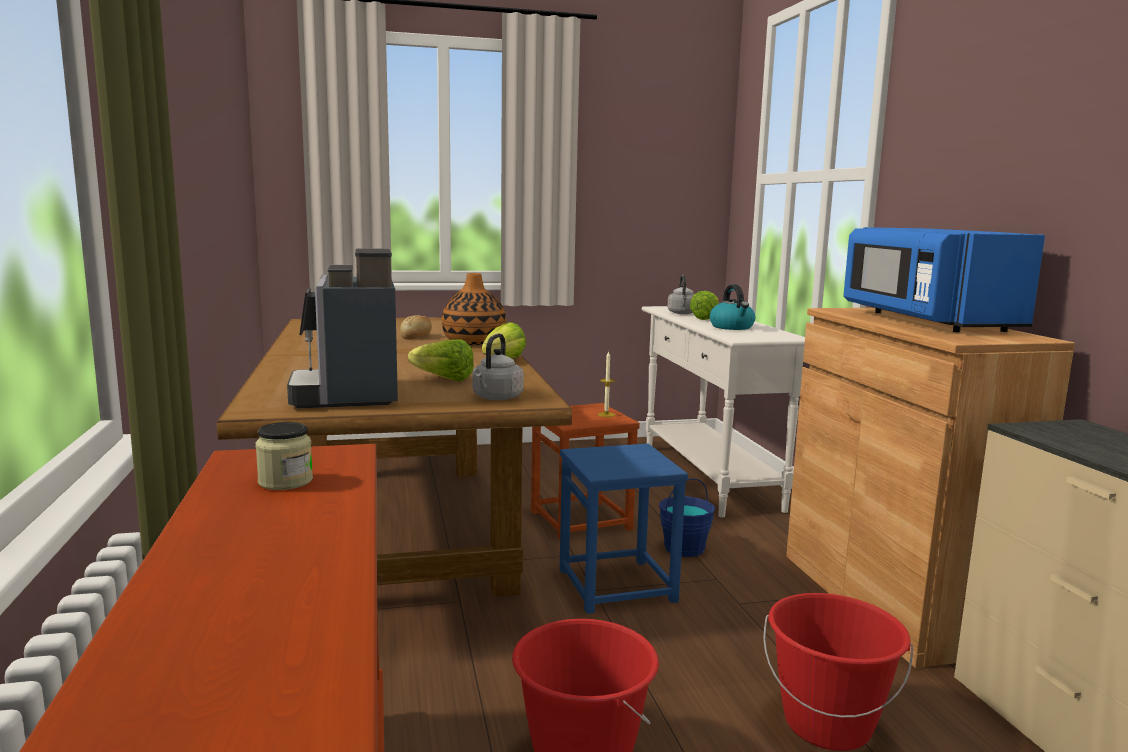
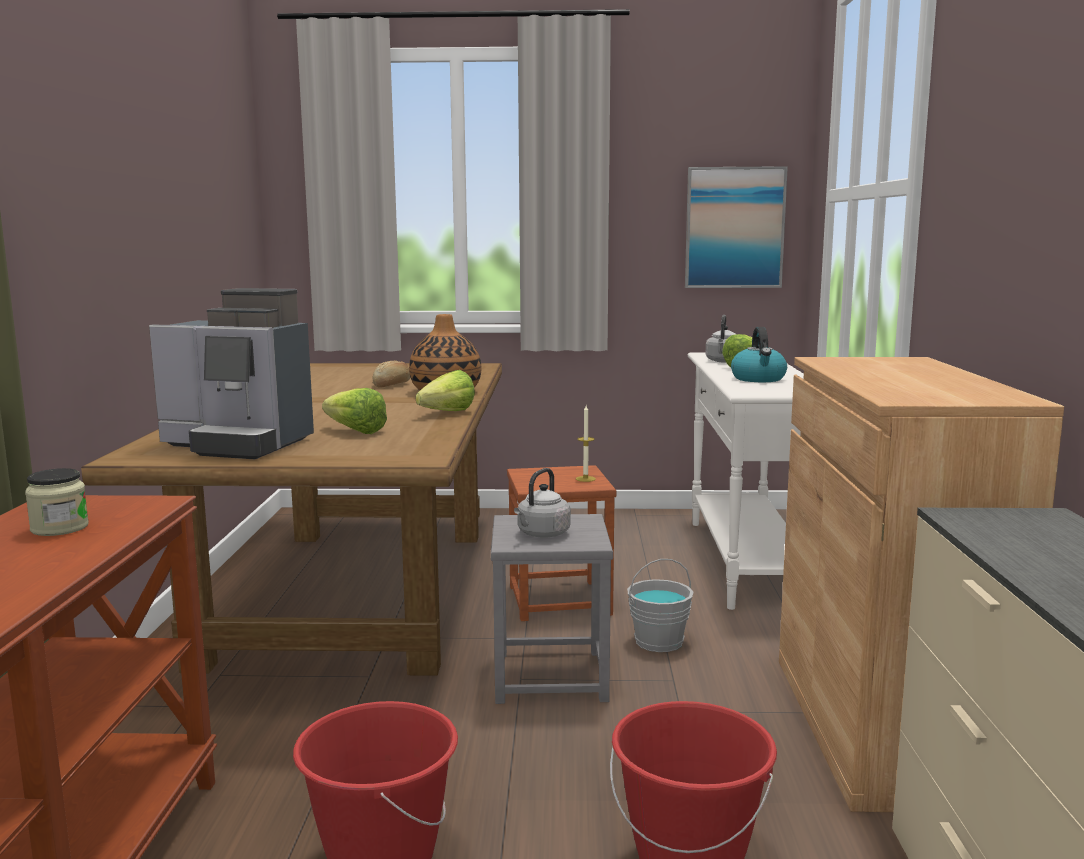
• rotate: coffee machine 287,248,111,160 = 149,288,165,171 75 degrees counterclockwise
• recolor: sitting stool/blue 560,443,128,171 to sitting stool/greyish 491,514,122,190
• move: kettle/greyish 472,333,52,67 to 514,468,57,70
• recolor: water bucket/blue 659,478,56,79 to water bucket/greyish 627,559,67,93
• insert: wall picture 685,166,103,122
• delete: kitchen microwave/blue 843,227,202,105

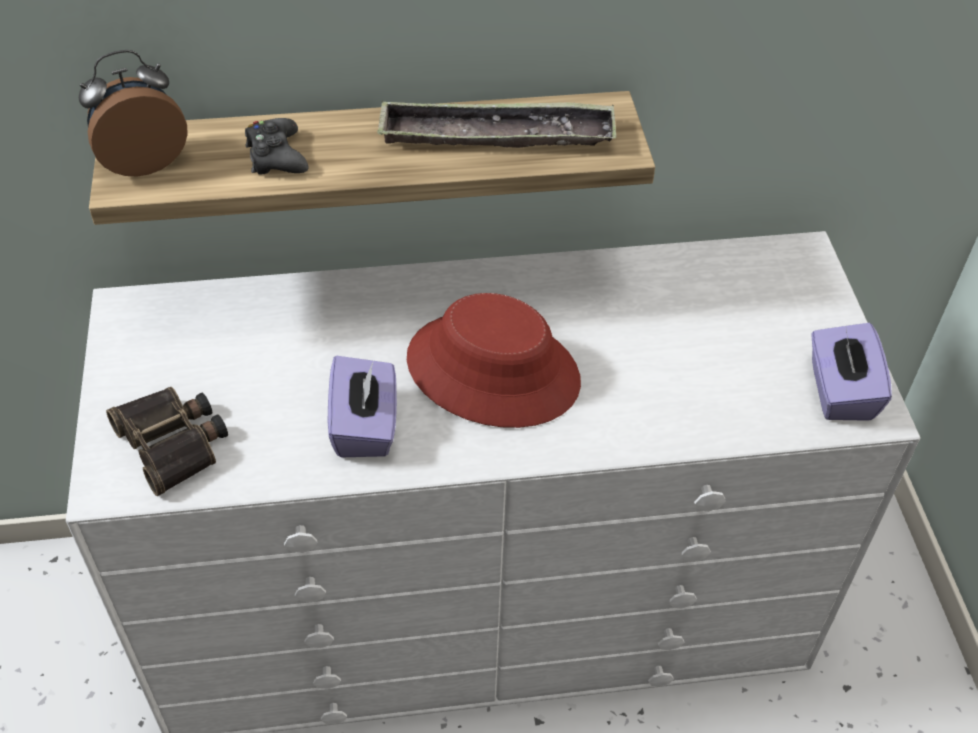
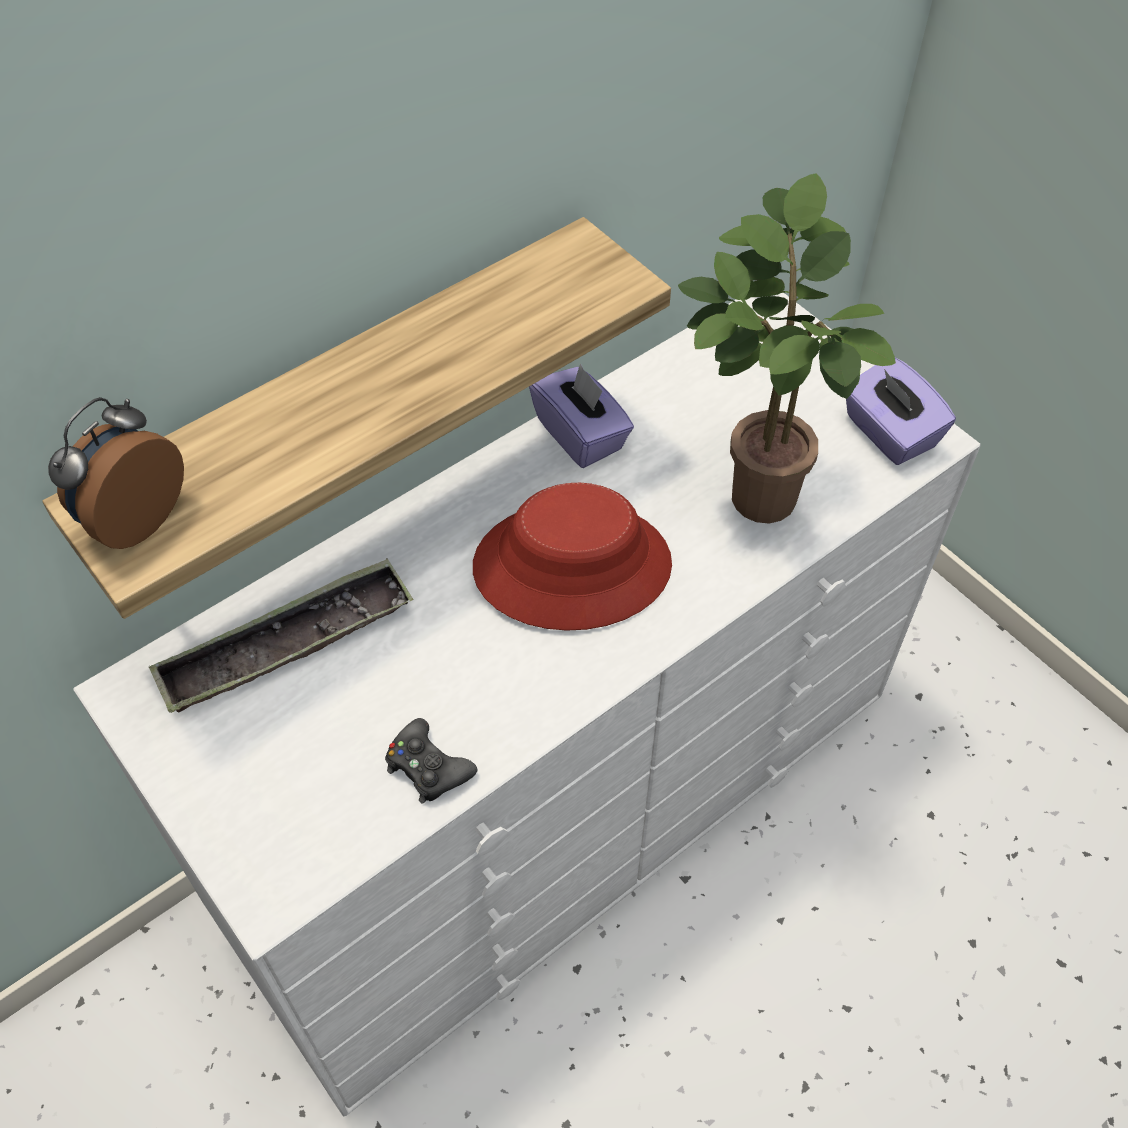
• move: serving tray 377,101,240,47 to 149,558,264,155
• move: joypad/black 245,118,63,57 to 385,718,93,86
• move: tissue holder/purple 328,356,69,101 to 529,363,105,105
• insert: plant in a pot 678,173,218,350
• delete: binoculars 106,387,122,109

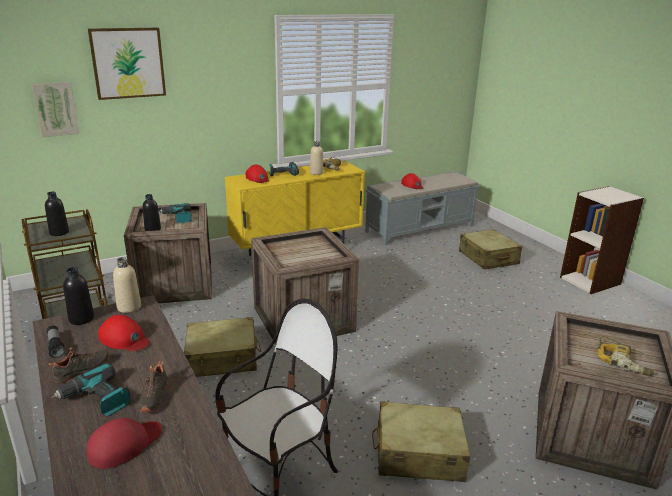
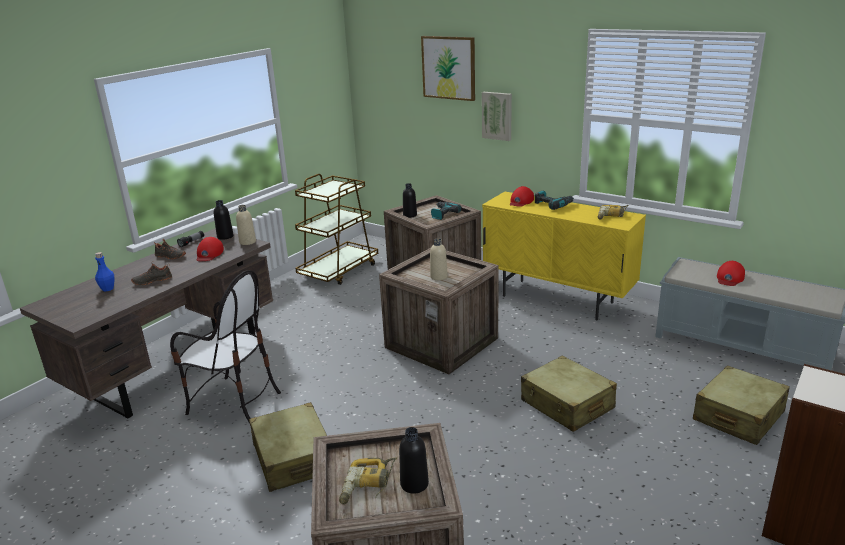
• replace: baseball cap/red-coloured 87,418,75,51 to beverage bottle/blue 95,252,20,39
• move: beverage bottle/black 45,192,24,44 to 399,427,30,67
• move: beverage bottle/sand-coloured 310,141,13,34 to 430,238,18,42
• move: wall picture 32,82,47,55 to 482,92,30,49
• move: piece of luggage/sand-coloured 184,317,77,60 to 521,356,96,76
• delete: drill 51,363,79,53

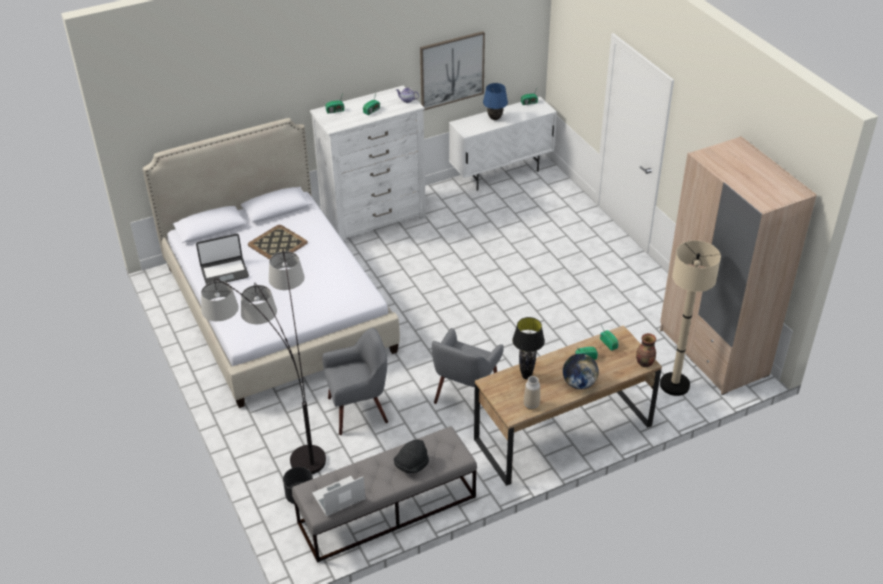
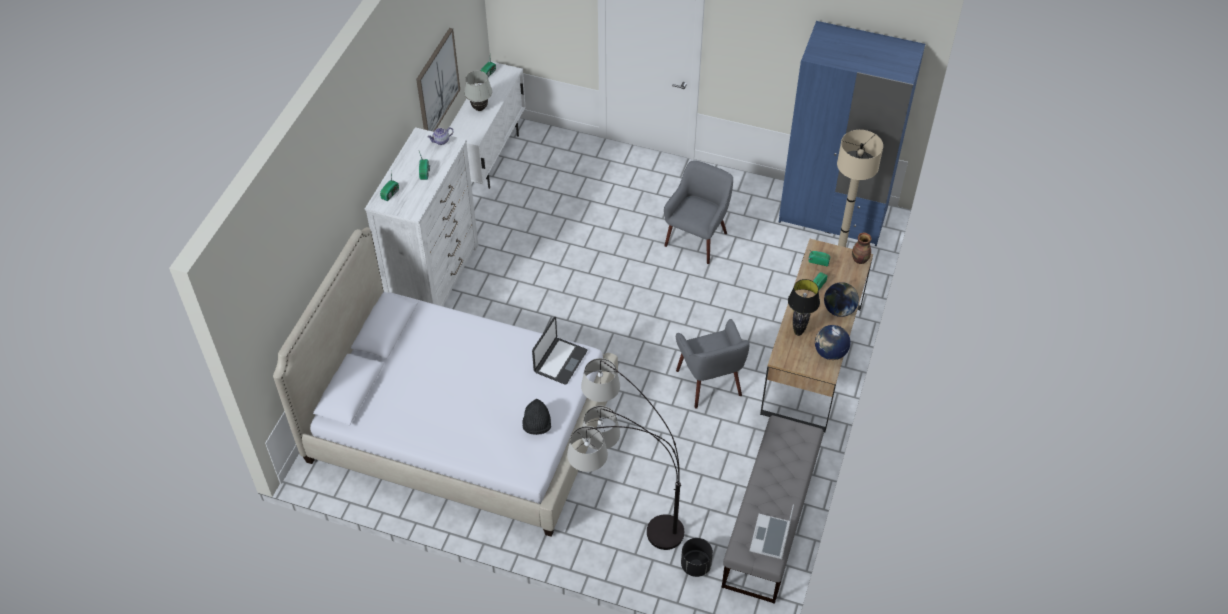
• recolor: tabletop lamp/blue 483,83,25,37 to tabletop lamp/white-coloured 464,71,28,40
• move: hat/black 394,439,35,34 to 523,399,28,36
• move: laptop 196,234,53,51 to 532,317,55,68
• move: armchair/greyish 322,328,66,107 to 664,160,69,104
• recolor: wardrobe/sand-coloured 660,136,157,259 to wardrobe/blue 779,21,146,225
• replace: flower vase 524,376,16,34 to globe 815,325,35,35
• delete: serving tray 248,225,60,35

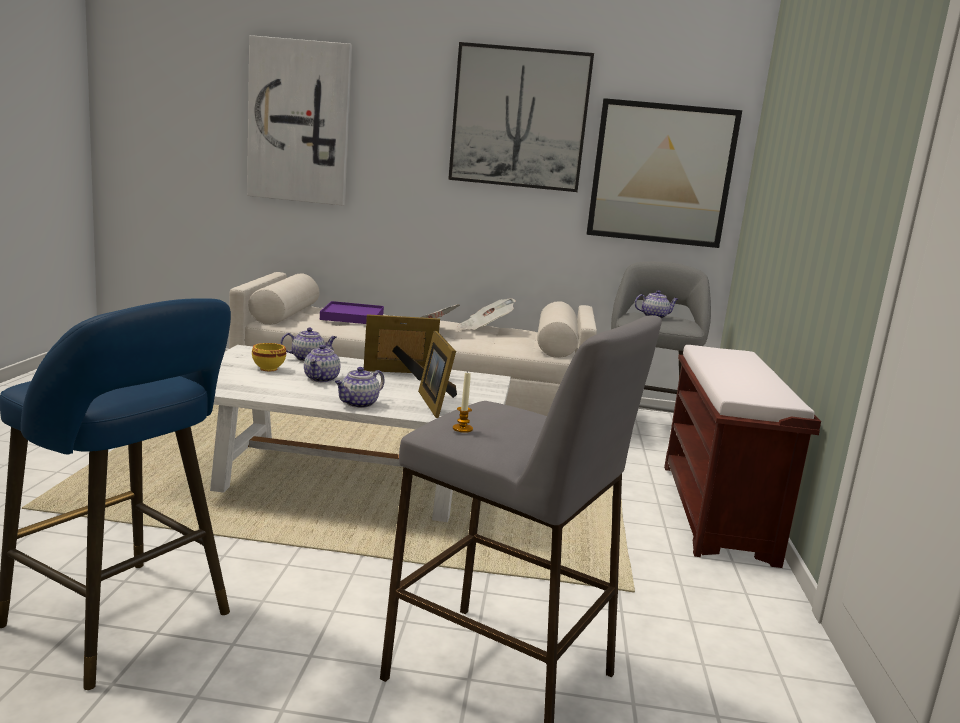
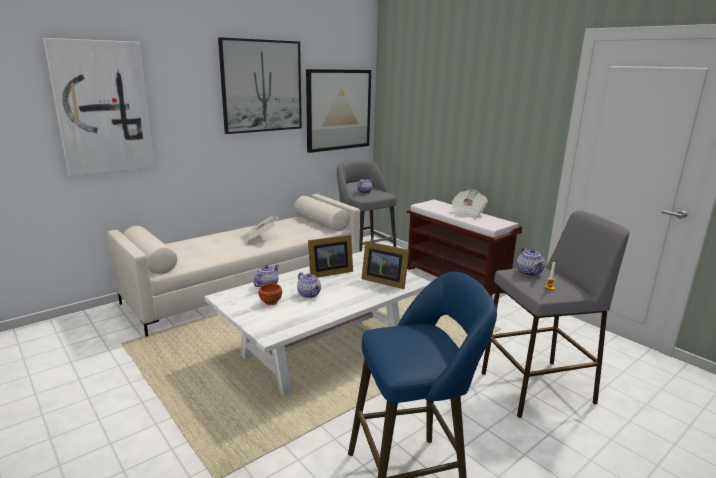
• recolor: bowl/yellow 252,343,34,28 to bowl/brown-coloured 259,283,23,22
• rotate: picture frame 364,314,76,67 = 308,235,45,42 150 degrees counterclockwise
• move: newspaper 457,298,59,32 to 451,189,37,29
• move: tea pot 335,367,50,41 to 517,247,28,29
• delete: serving tray/purple 320,301,64,23

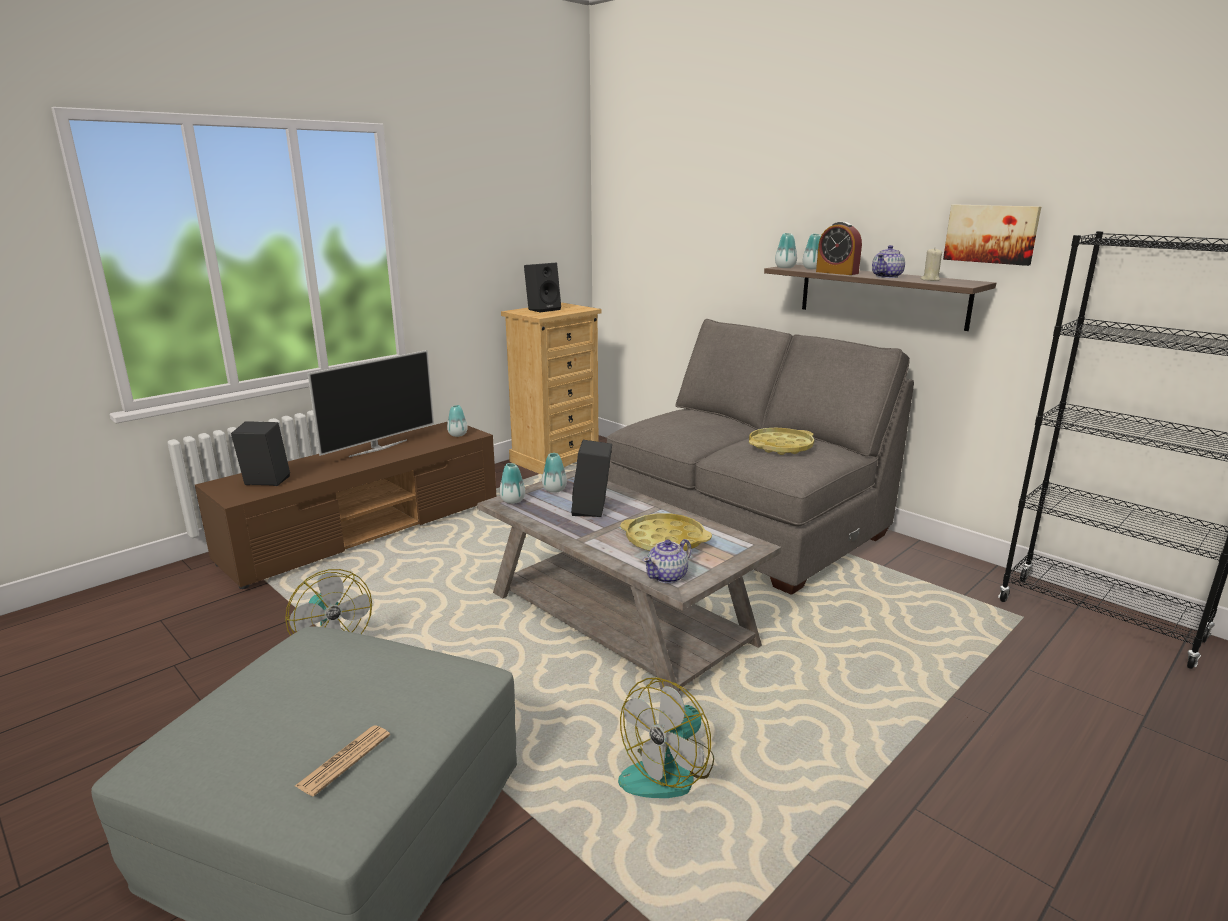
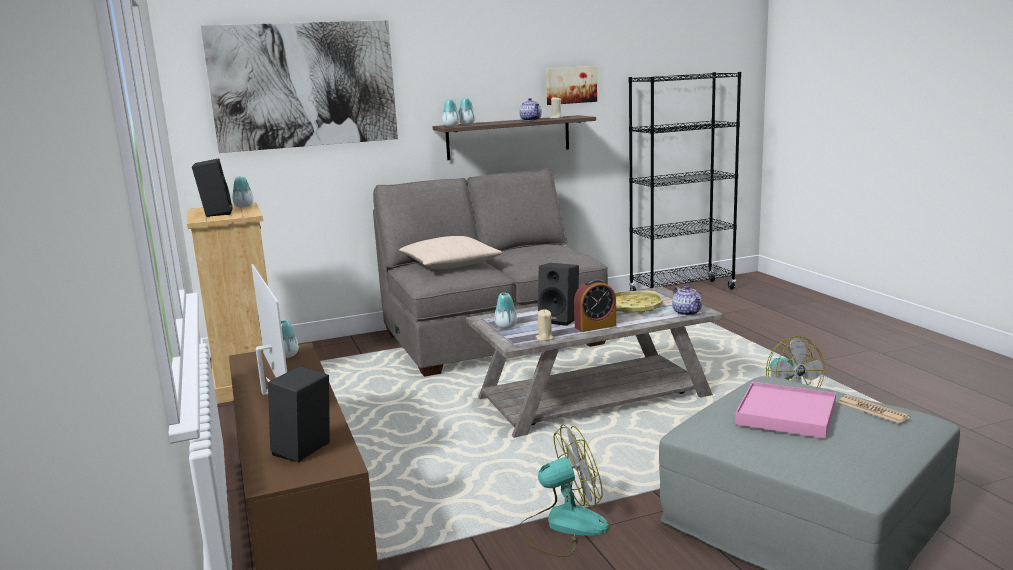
• insert: wall picture 201,20,197,133
• move: flower vase 500,463,25,41 to 232,176,21,31
• insert: cushion/sand-coloured 399,236,104,33
• insert: candle/sand-coloured 536,309,18,32
• move: bedside clock 816,222,46,53 to 574,279,42,53
• insert: serving tray/pink 735,382,101,57
• delete: serving tray/yellow 749,428,65,27

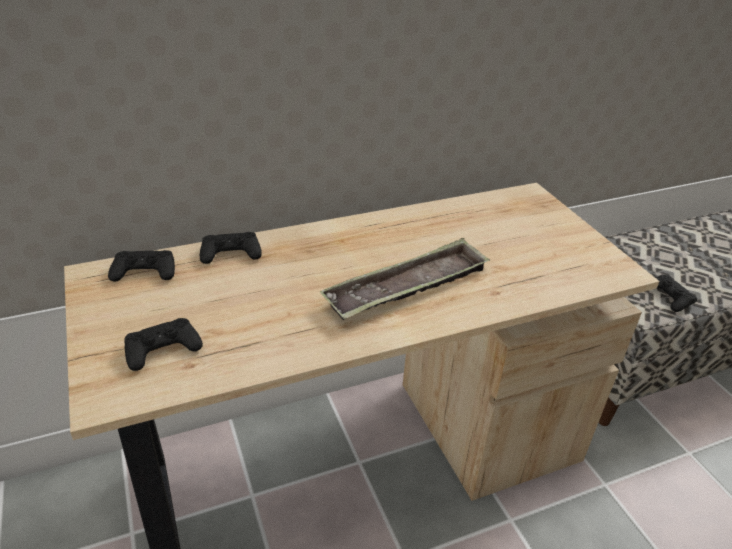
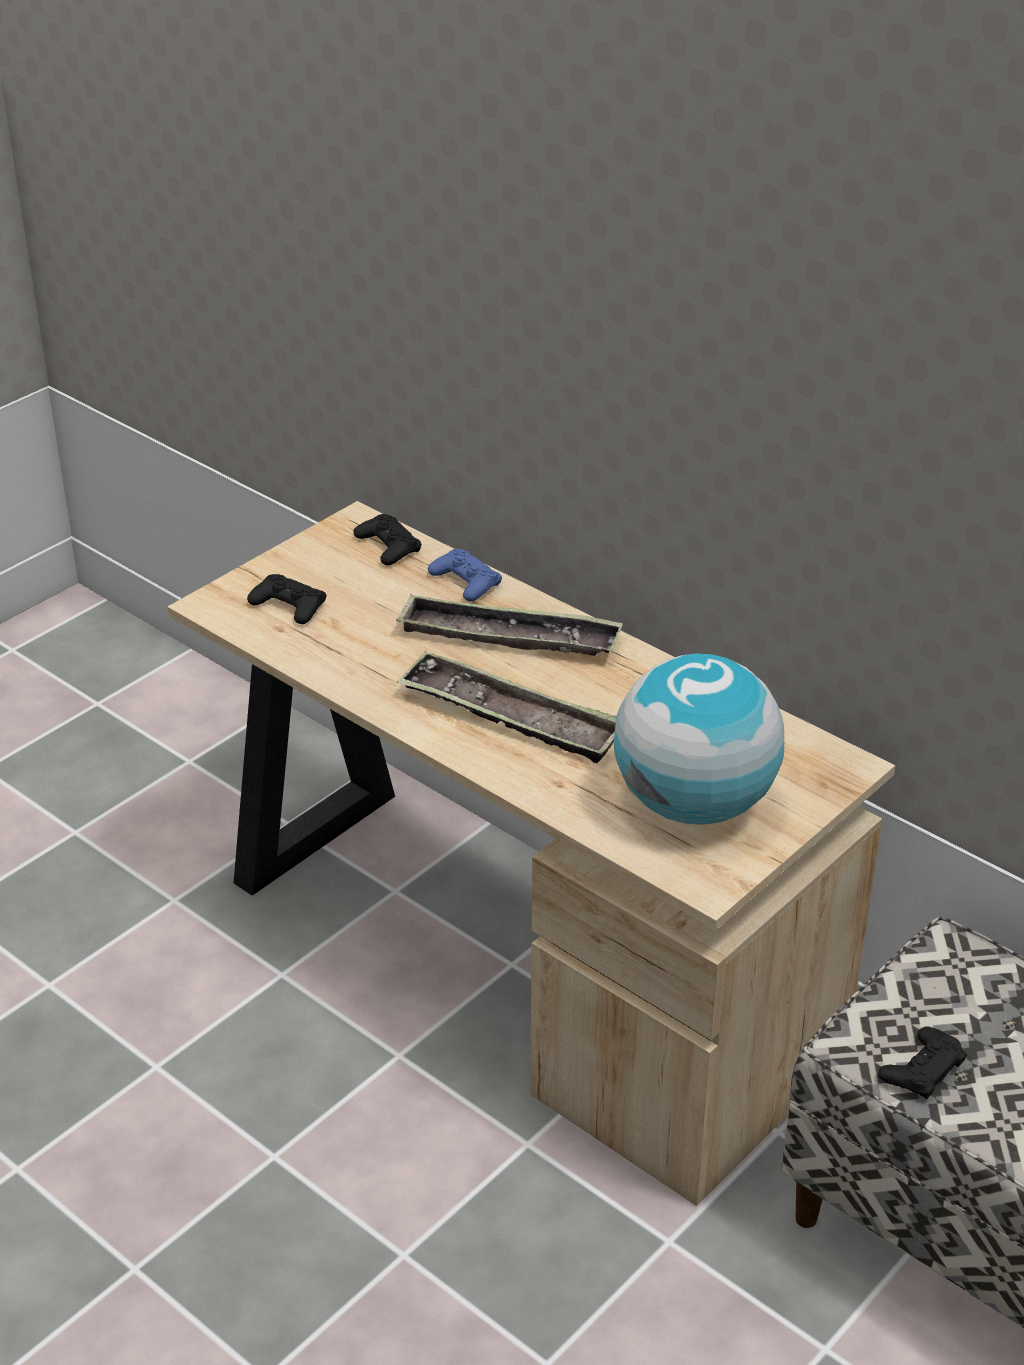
• insert: serving tray 396,593,227,63
• recolor: joypad/black 199,232,63,32 to joypad/blue 428,549,74,53
• insert: globe 614,654,170,171

